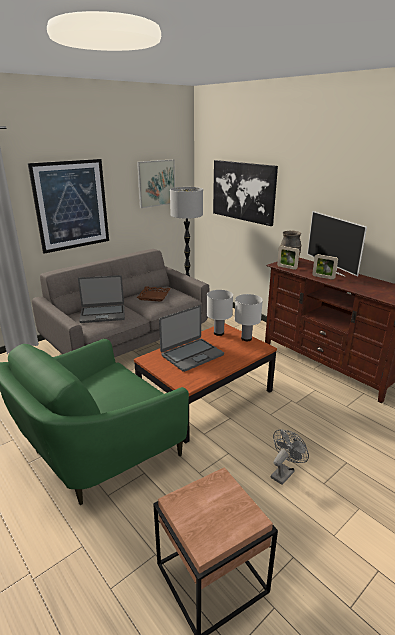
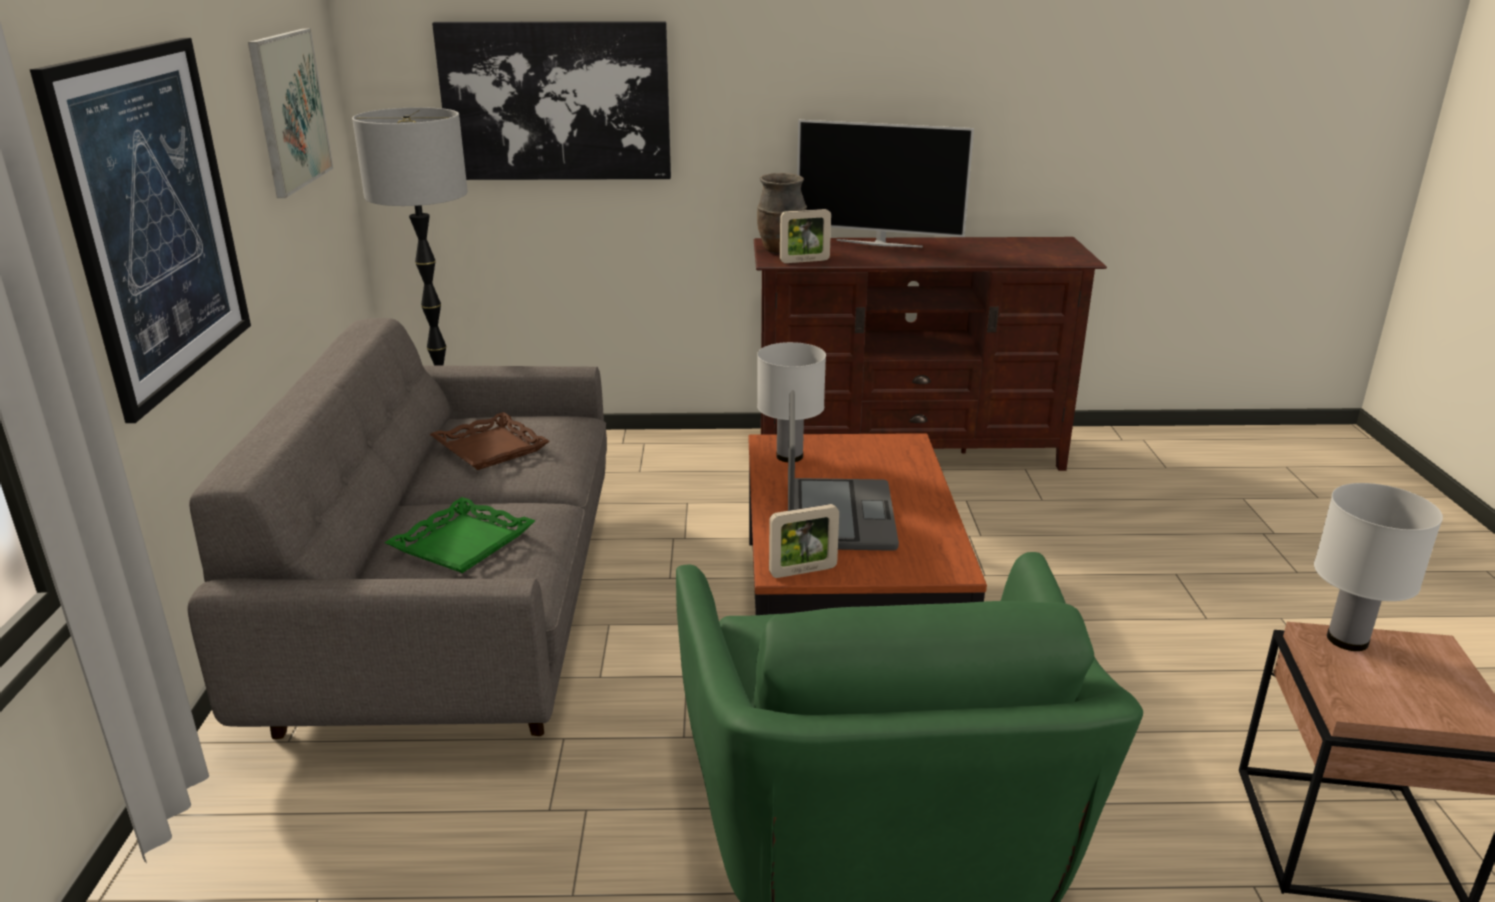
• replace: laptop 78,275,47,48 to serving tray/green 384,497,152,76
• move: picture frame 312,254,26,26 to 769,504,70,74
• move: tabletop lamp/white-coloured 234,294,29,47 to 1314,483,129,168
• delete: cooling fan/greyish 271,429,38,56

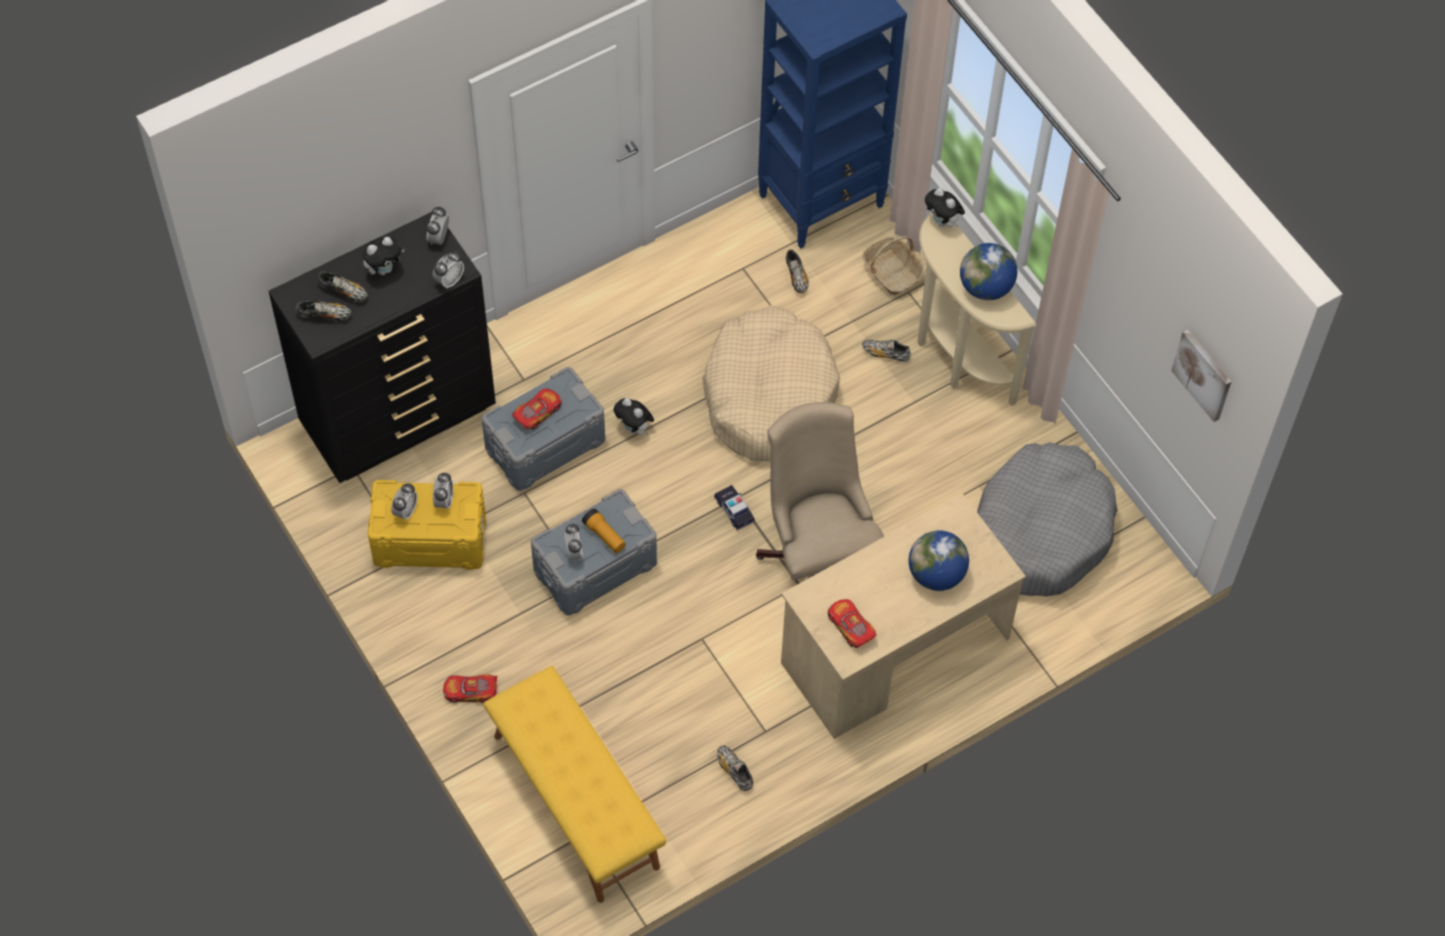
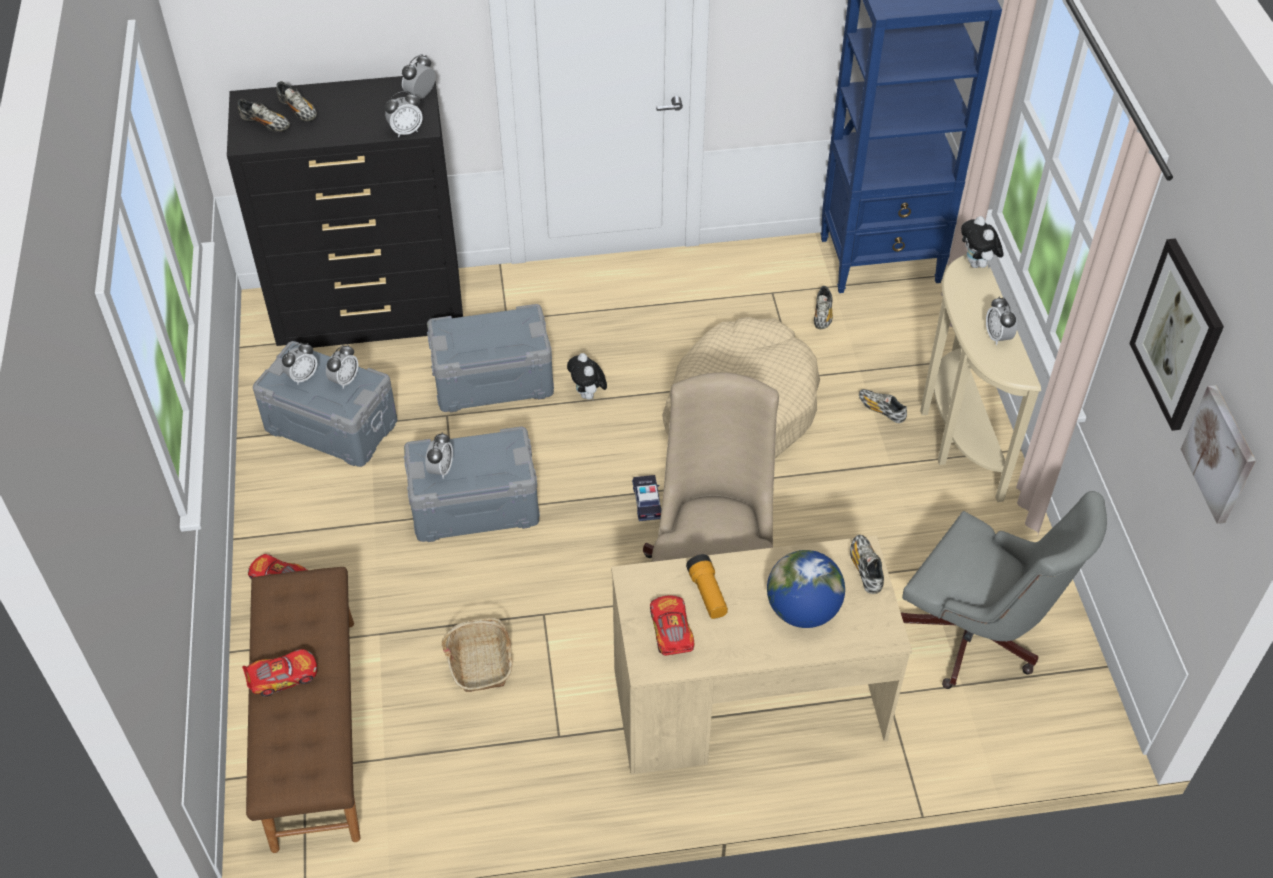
• move: model car 512,388,50,42 to 242,649,75,47
• recolor: long seat/yellow 484,666,182,237 to long seat/brown-coloured 246,567,114,286
• recolor: storage bin/yellow 368,480,118,90 to storage bin/greyish 253,341,144,126
• move: storage basket 862,236,63,59 to 442,618,71,74
• move: hand torch 582,508,44,45 to 686,554,42,65
• move: item of footwear 717,745,36,46 to 850,535,34,59
• replace: dog bed/greyish 977,442,140,155 to computer chair/greyish 901,491,206,198
• replace: globe 960,243,57,57 to bedside clock 986,296,31,49
• insert: wall picture 1129,238,95,193
• delete: cuddly toy 363,237,42,38

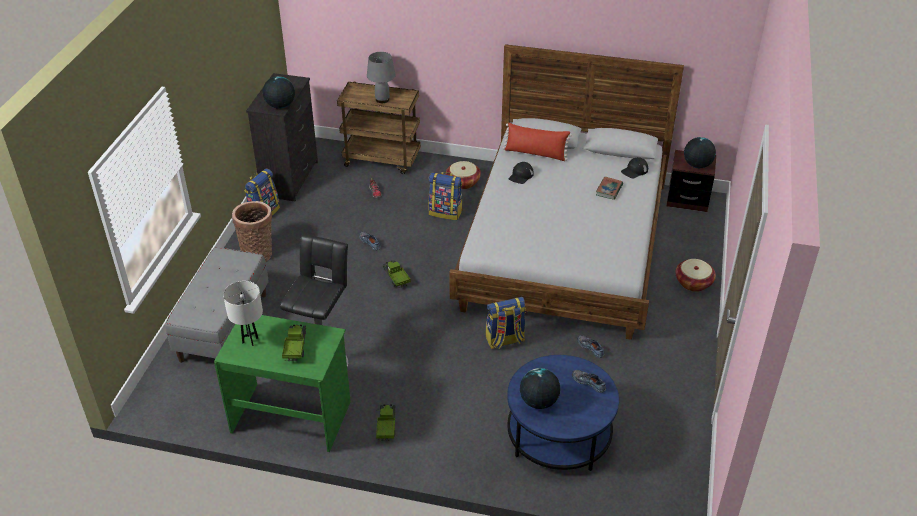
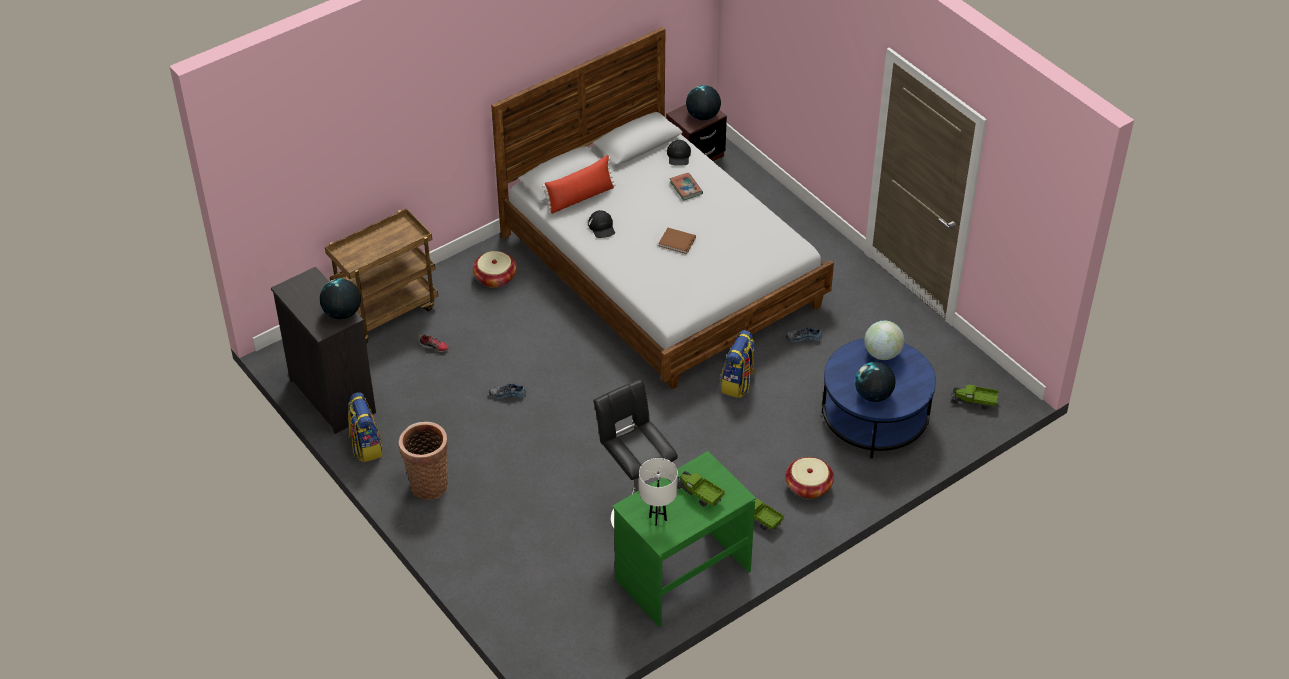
• insert: bound book/brown-coloured 658,228,38,26
• move: storage basket 675,259,41,33 to 785,457,49,42
• replace: item of footwear 572,370,34,23 to globe 864,321,40,39
• move: model truck 383,260,28,28 to 951,384,48,26
• delete: long seat/greyish 165,247,104,116
• delete: tabletop lamp/greyish 367,52,29,51
• delete: knapsack 428,172,35,48

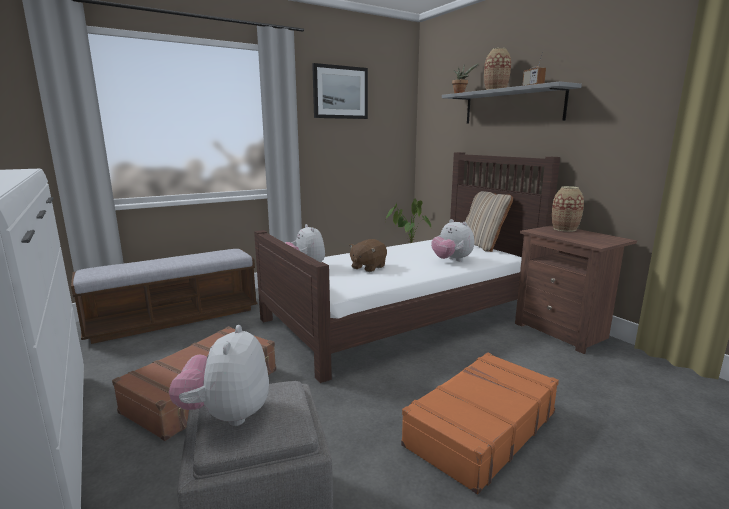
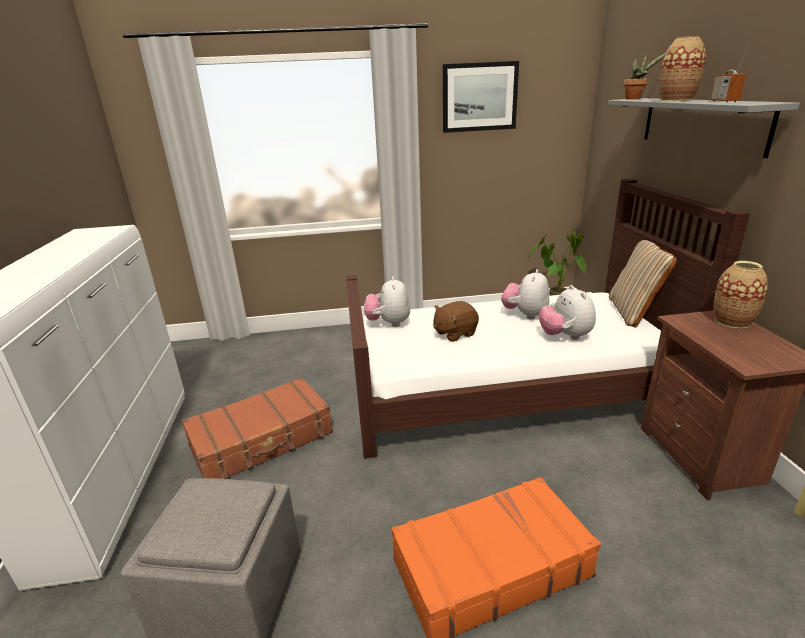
• move: cuddly toy 169,325,100,101 to 501,269,48,50
• delete: long seat 71,249,187,95

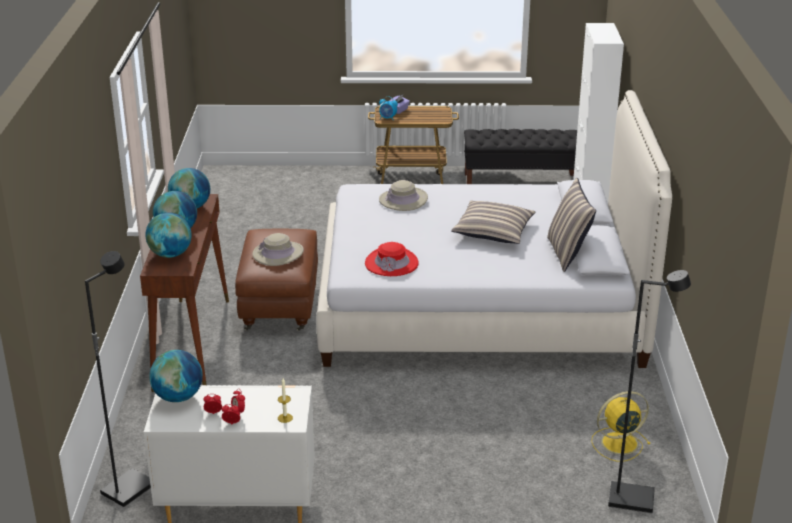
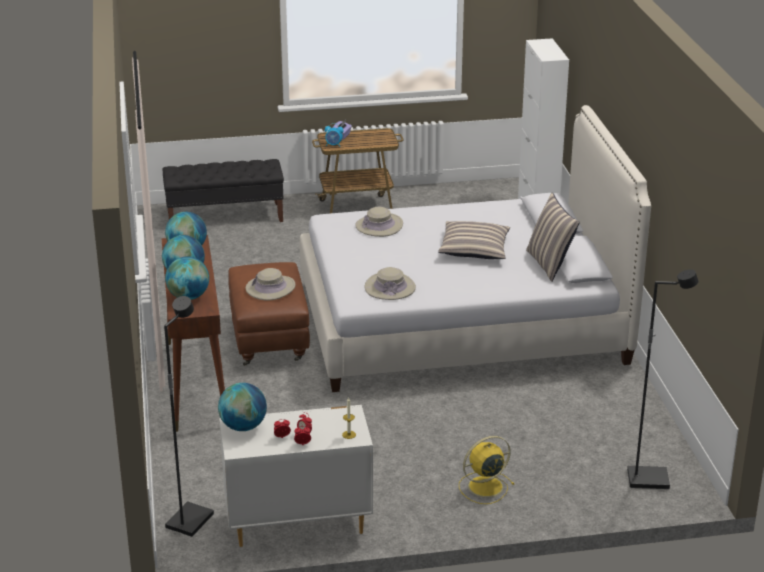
• move: long seat/black 464,129,113,55 to 163,159,121,63
• recolor: hat/red-coloured 365,242,54,34 to hat/sand-coloured 365,267,51,33
• move: cooling fan/yellow 591,391,59,71 to 459,436,55,68

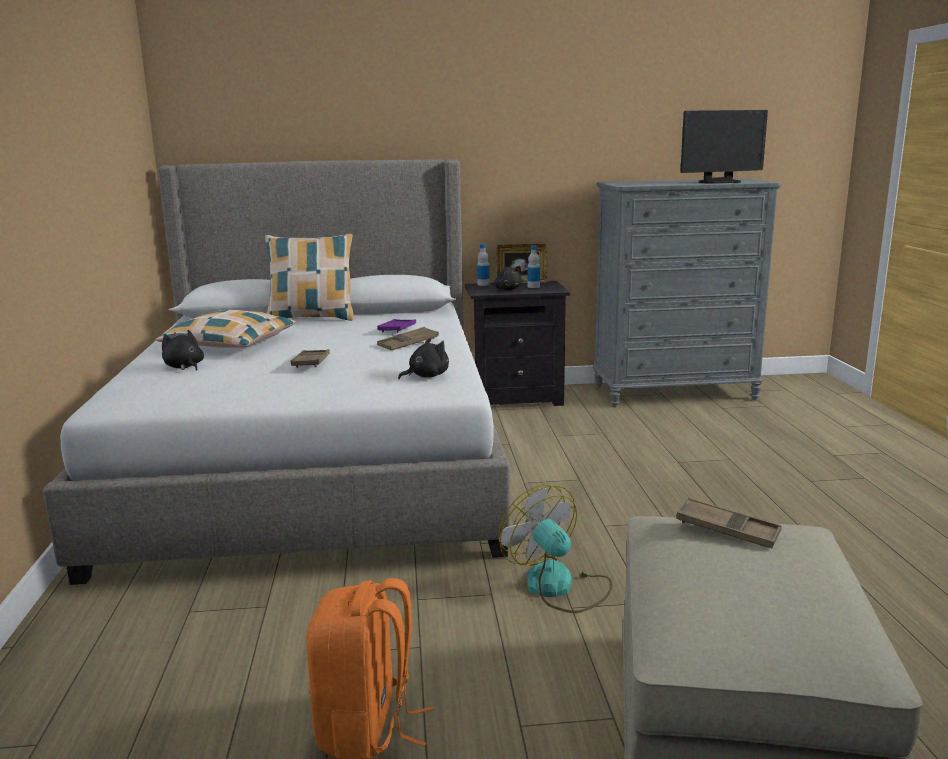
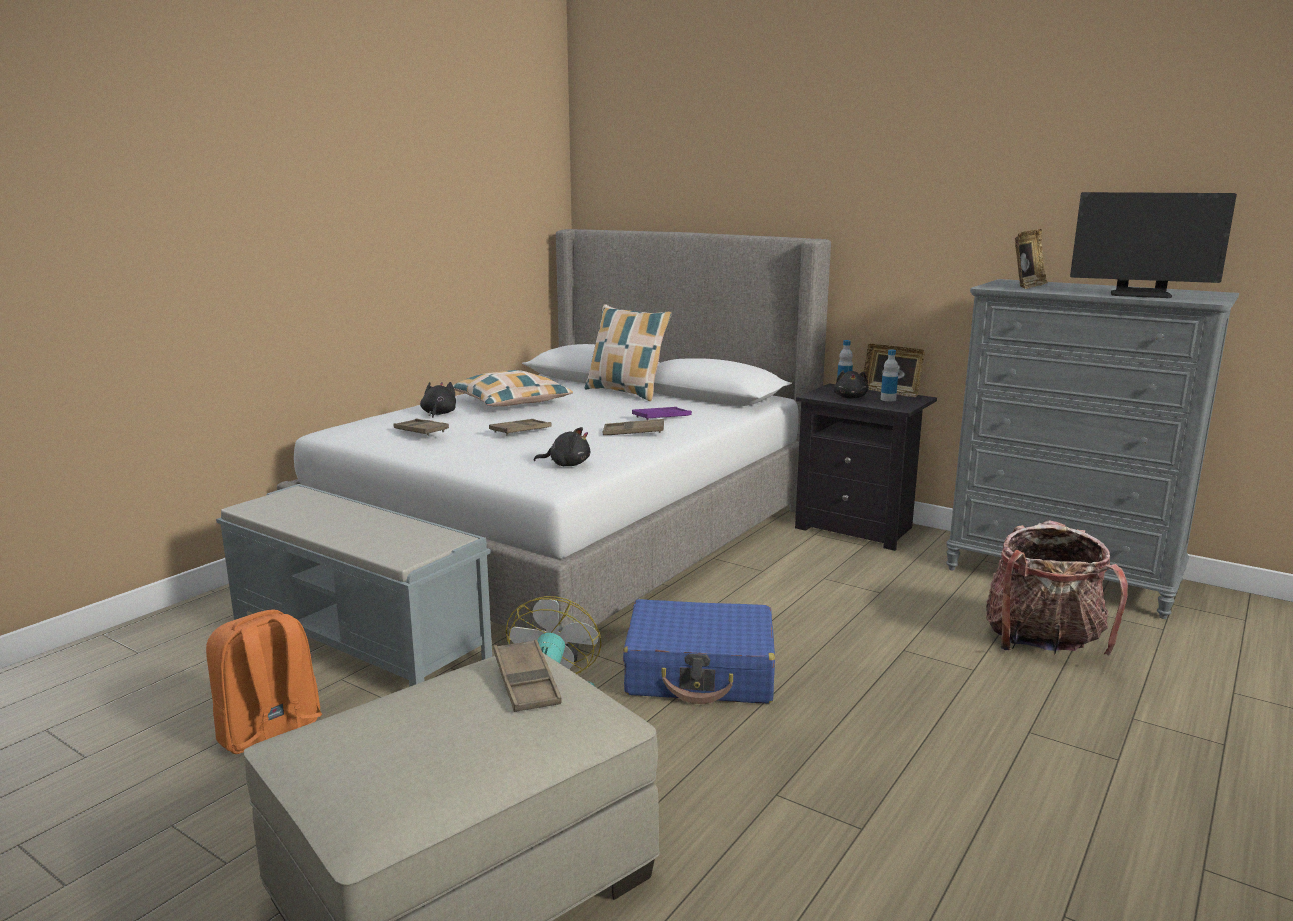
• insert: long seat/greyish 216,484,276,203
• insert: serving tray/brown-coloured 393,419,56,17
• insert: piece of luggage/blue 623,599,152,105
• insert: knapsack 986,520,142,136
• insert: picture frame 1015,229,33,60

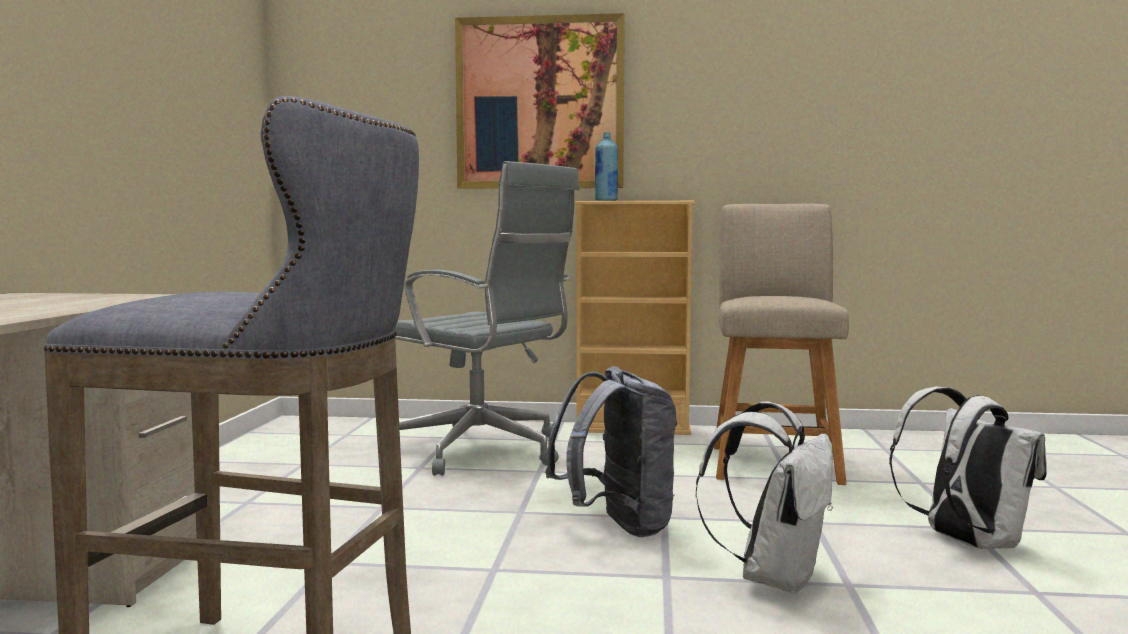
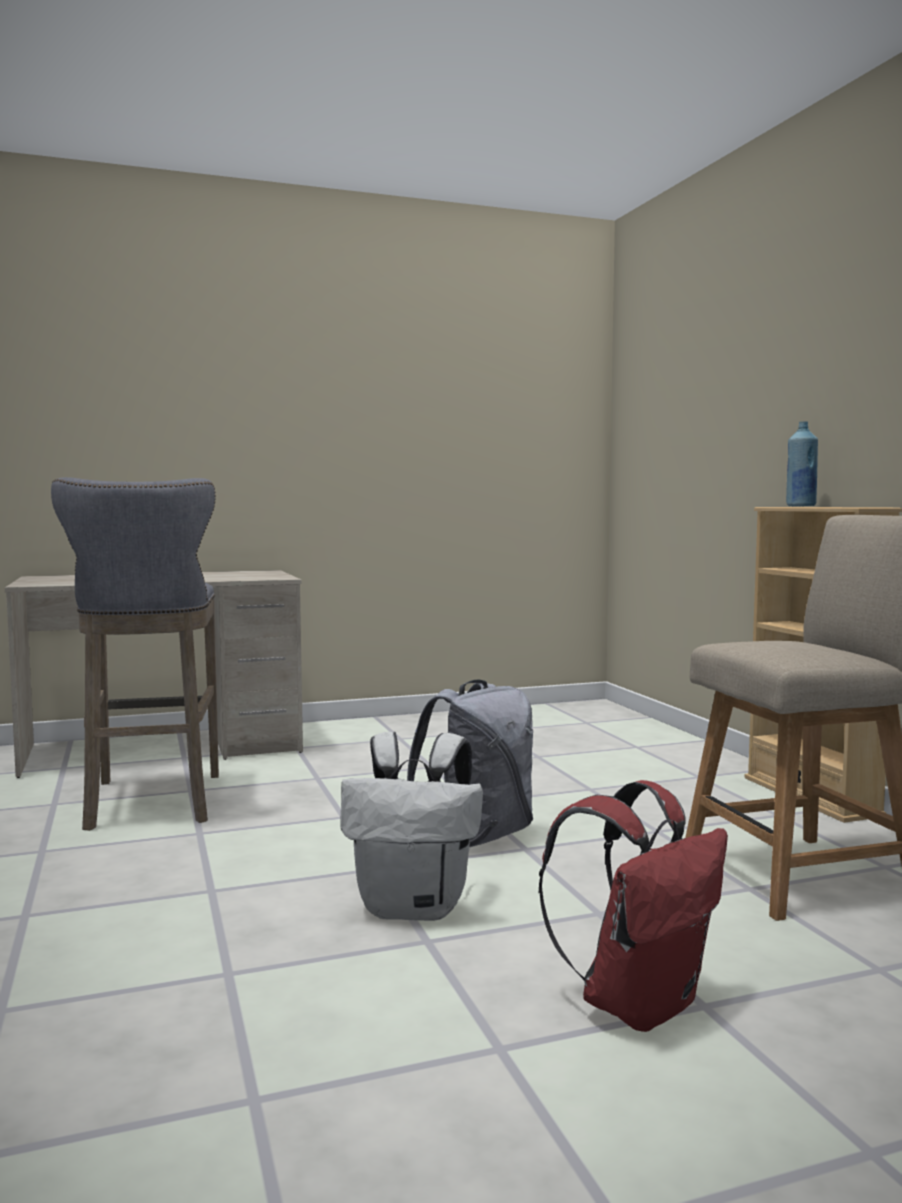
• recolor: knapsack/white-coloured 889,387,158,162 to knapsack/red-coloured 538,780,190,252
• delete: computer chair/greyish 395,161,185,314
• delete: wall picture 455,13,170,176

